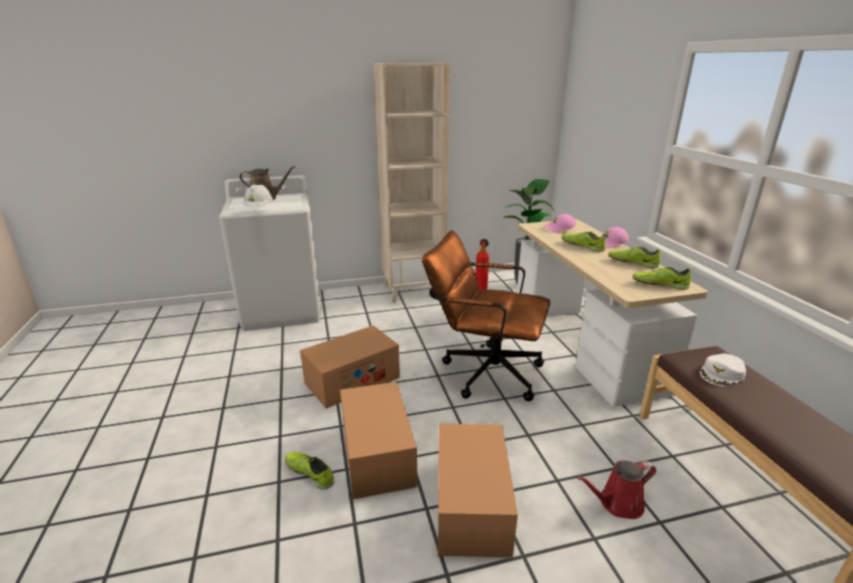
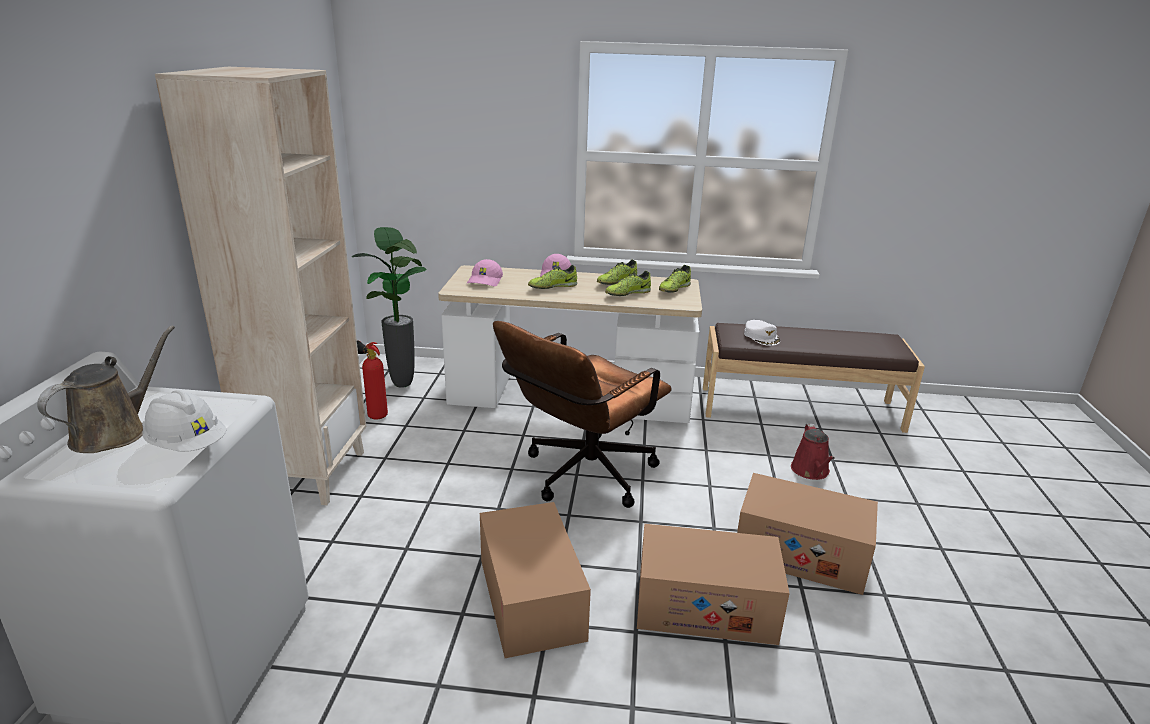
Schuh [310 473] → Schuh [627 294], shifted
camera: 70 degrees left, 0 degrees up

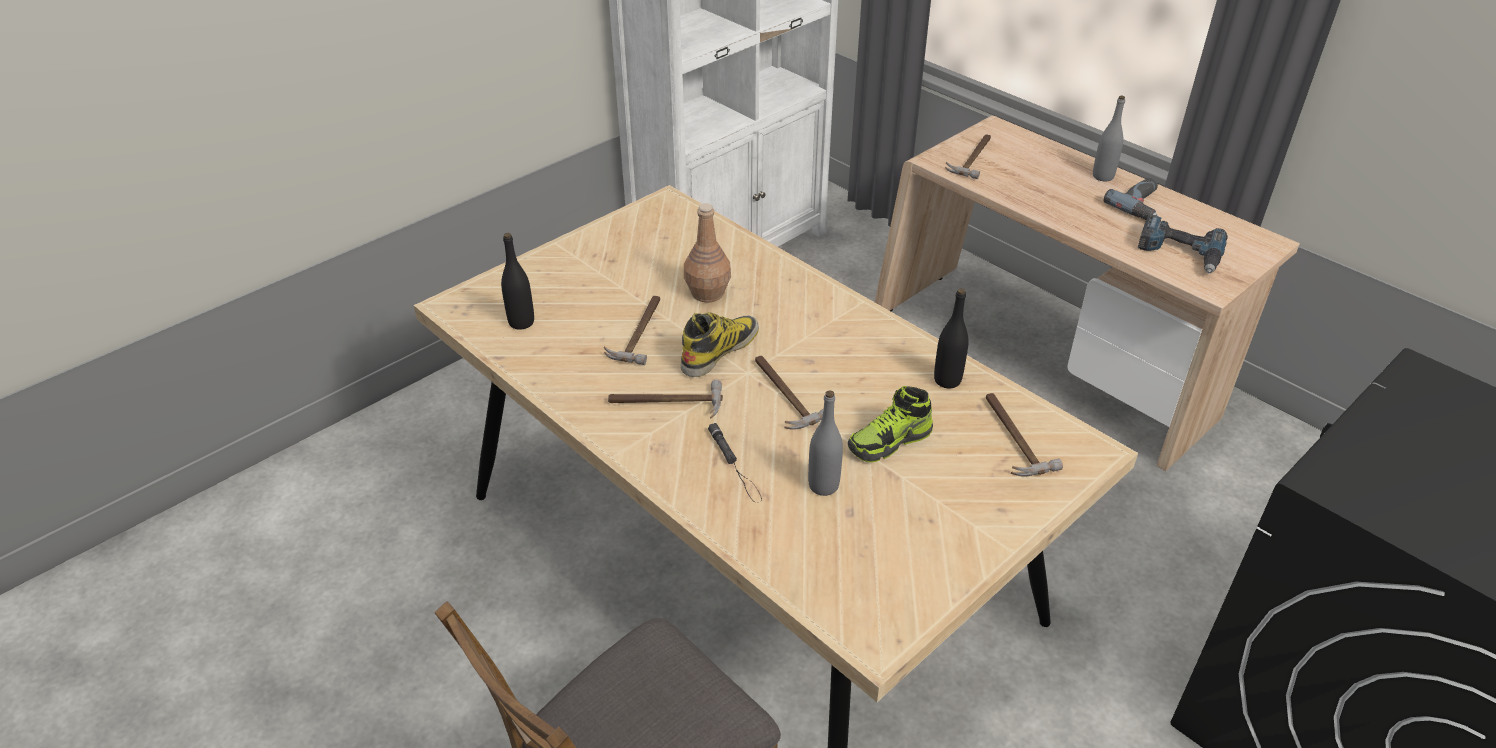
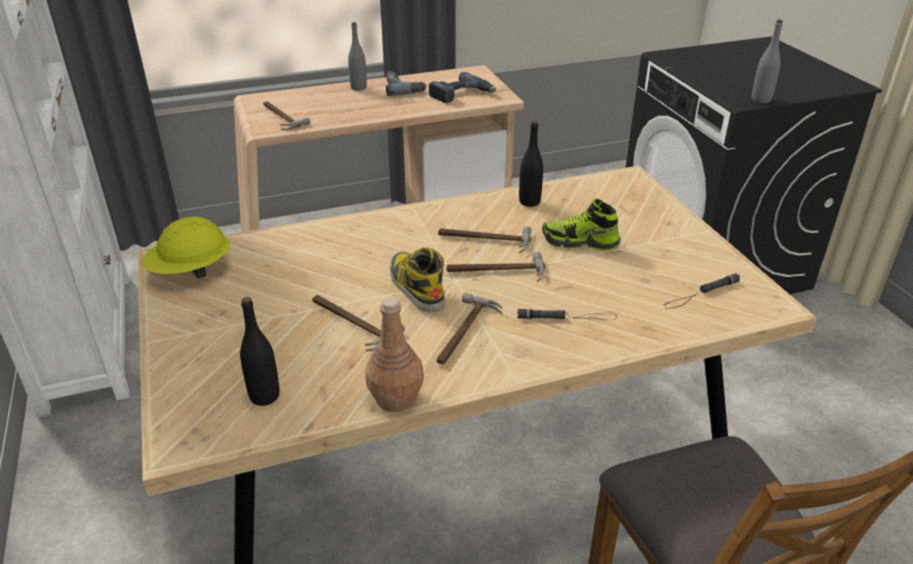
- → Schutzhelm [gelb] [191 271]
Flasche [braun] [707 293] → Flasche [braun] [396 399], shifted
Hammer [1011 437] → Hammer [484 240], shifted
Schuh [890 442] → Schuh [580 242], 105 degrees clockwise
- → Taschenlampe [schwarz] [700 294]
Flasche [grau] [823 485] → Flasche [grau] [761 99], shifted
camera: 65 degrees left, 5 degrees down

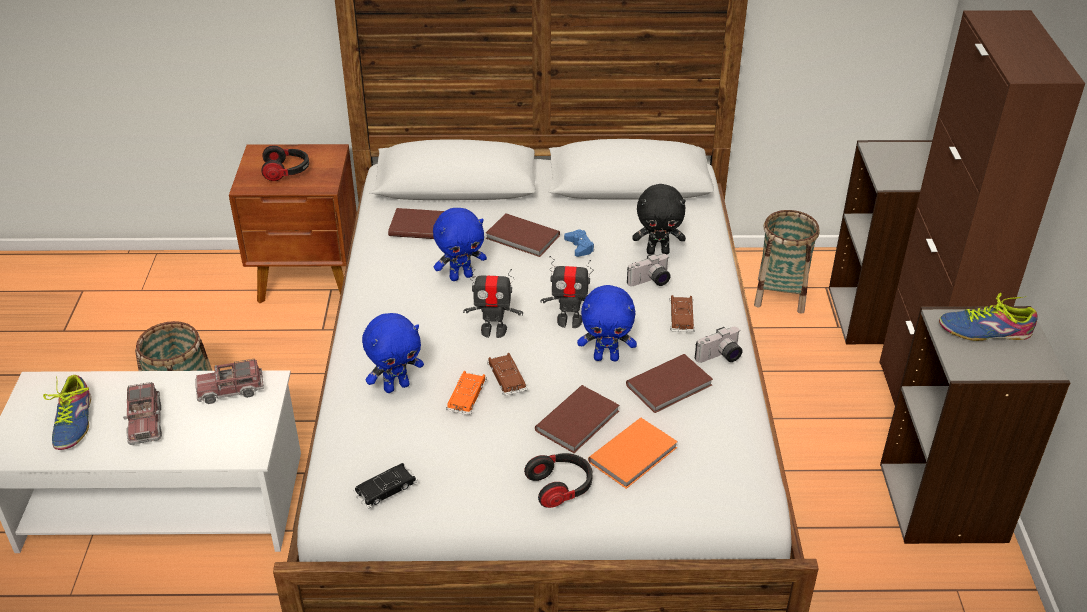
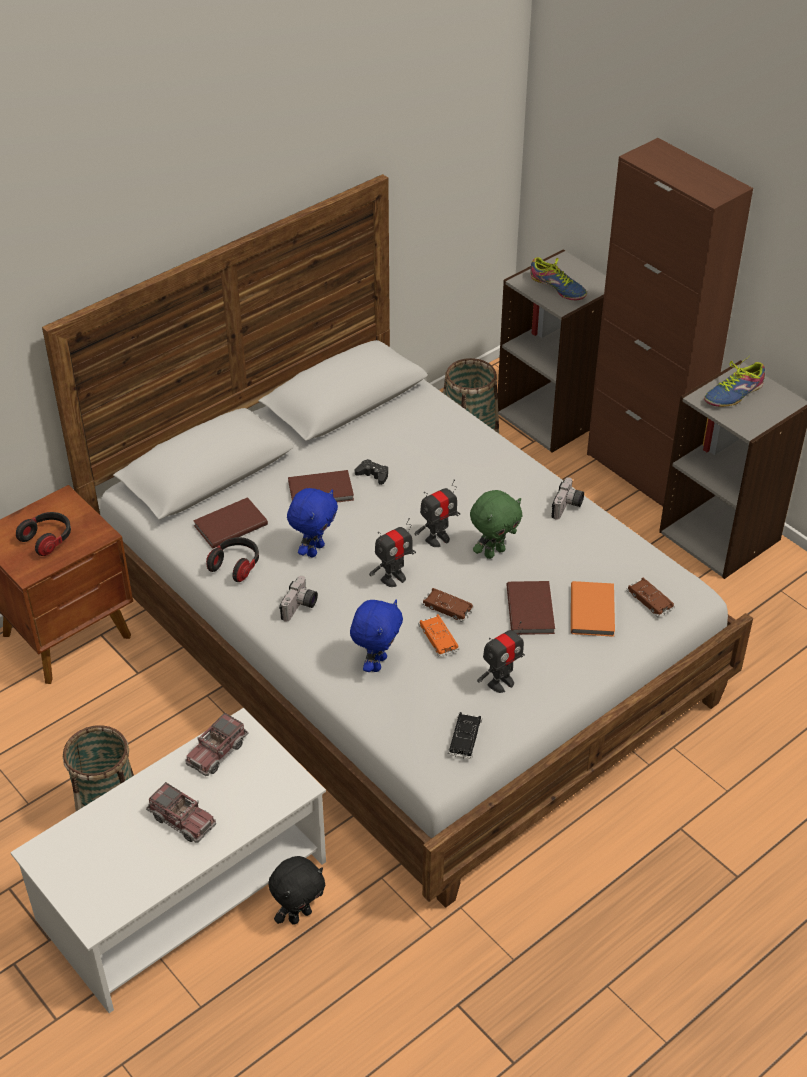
Kopfhörer [561 487] → Kopfhörer [236 565], shifted
Plüschtier [schwarz] [658 251] → Plüschtier [schwarz] [299 915], shifted
Kamera [650 282] → Kamera [300 607], shifted
Gamepad [blau] [579 247] → Gamepad [schwarz] [373 475]
Plüschtier [blau] [606 357] → Plüschtier [grün] [494 552]
- → Spielzeugroboter [501 683]
Schuh [74 422] → Schuh [558 287], shifted
Spielzeugauto [braun] [681 317] → Spielzeugauto [braun] [650 600], shifted
Buch [braun] [671 386] → -
camera: 40 degrees left, 5 degrees up

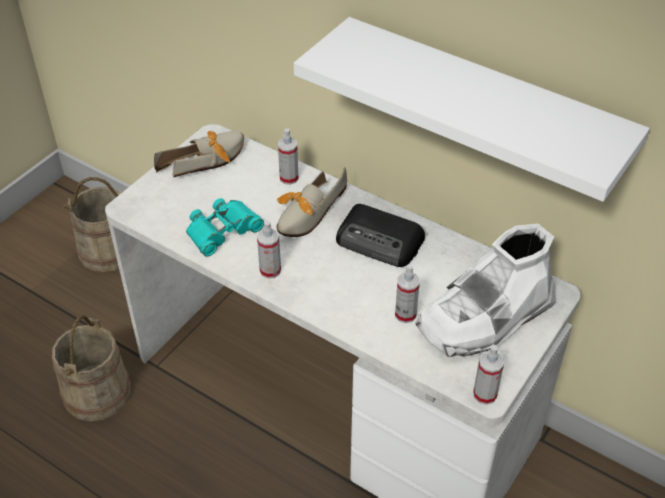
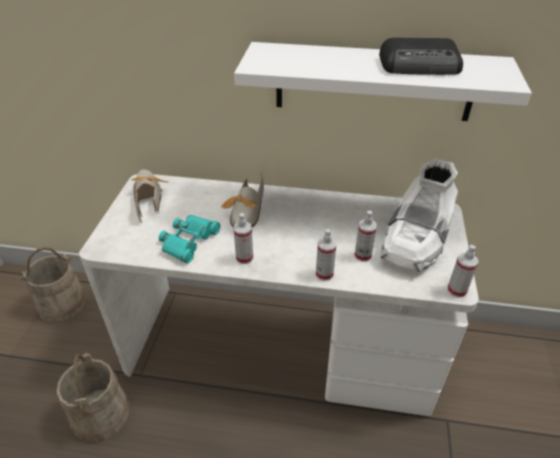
Schuh [208 160] → Schuh [148 197], 45 degrees counterclockwise
Sprühflasche [289 178] → Sprühflasche [324 274], shifted
Radio [380 241] → Radio [421 65], shifted
camera: 25 degrees left, 5 degrees down

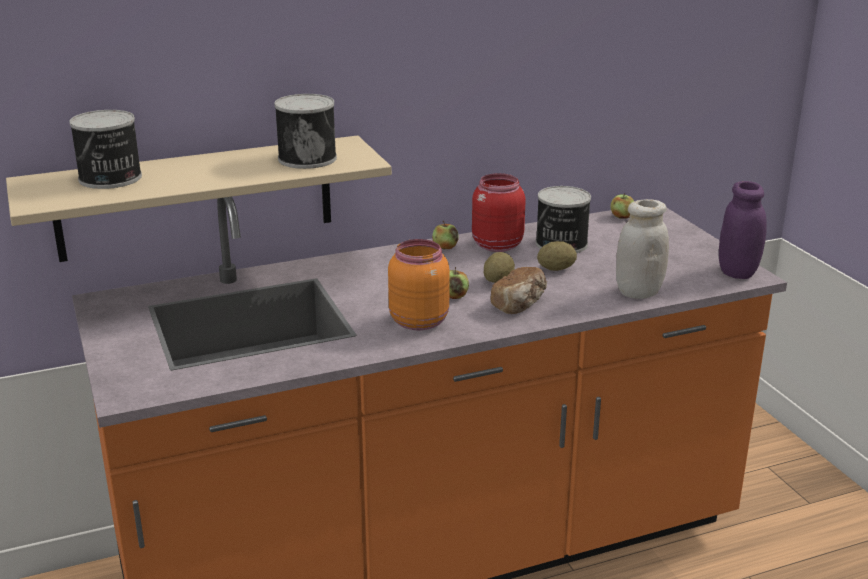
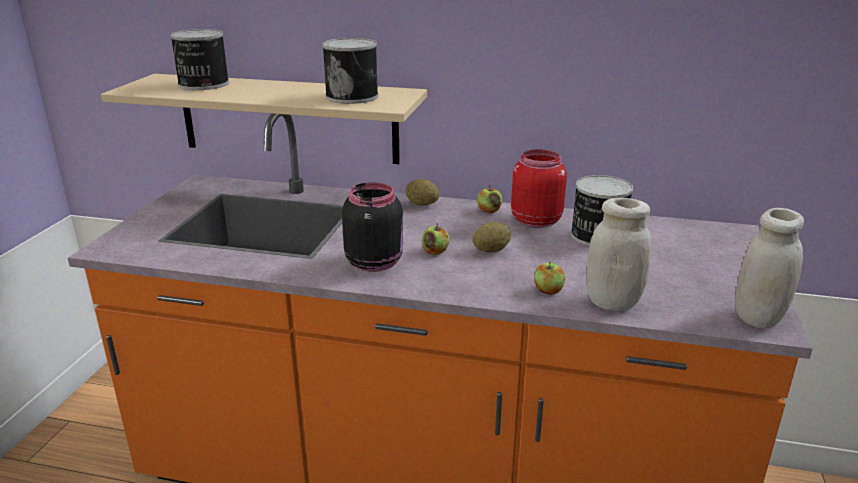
Vorratsglas [orange] [418 320] → Vorratsglas [schwarz] [375 262]
Kartoffel [556 269] → Kartoffel [422 204], shifted
Apfel [621 217] → Apfel [548 290], shifted
Vorratsglas [lila] [737 272] → Vorratsglas [weiß] [758 317]
Brot [520 304] → -
camera: 35 degrees right, 0 degrees up

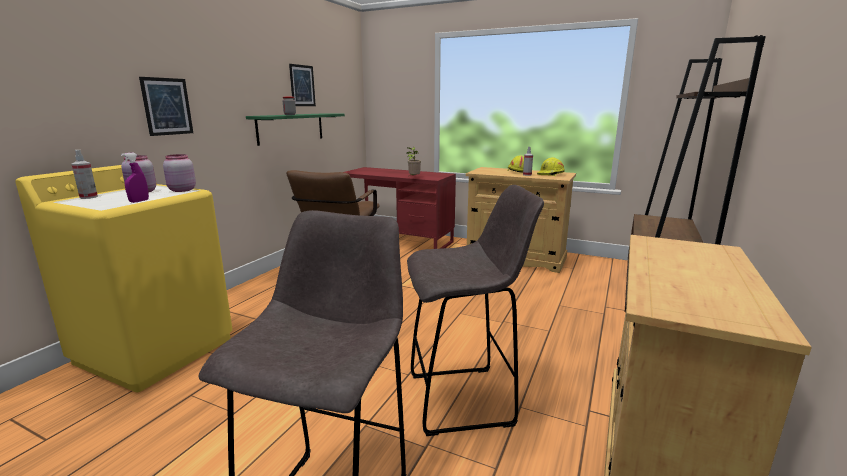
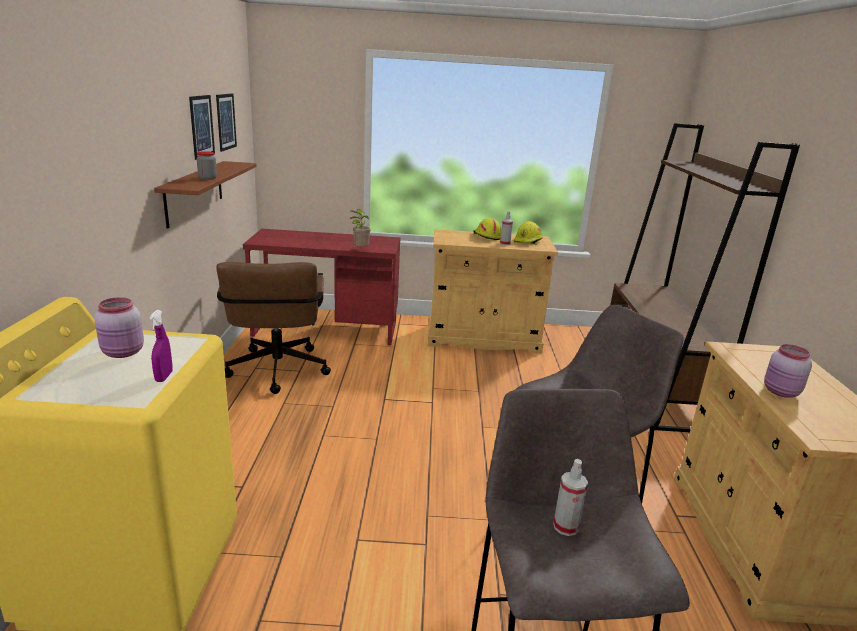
Wandregal [grün] [291 128] → Wandregal [braun] [194 192]
Bild [167 106] → Bild [226 122], shifted
Sprühflasche [88 197] → Sprühflasche [565 527], shifted
Vorratsglas [rosa] [181 190] → Vorratsglas [rosa] [781 392], shifted
camera: 25 degrees left, 5 degrees up

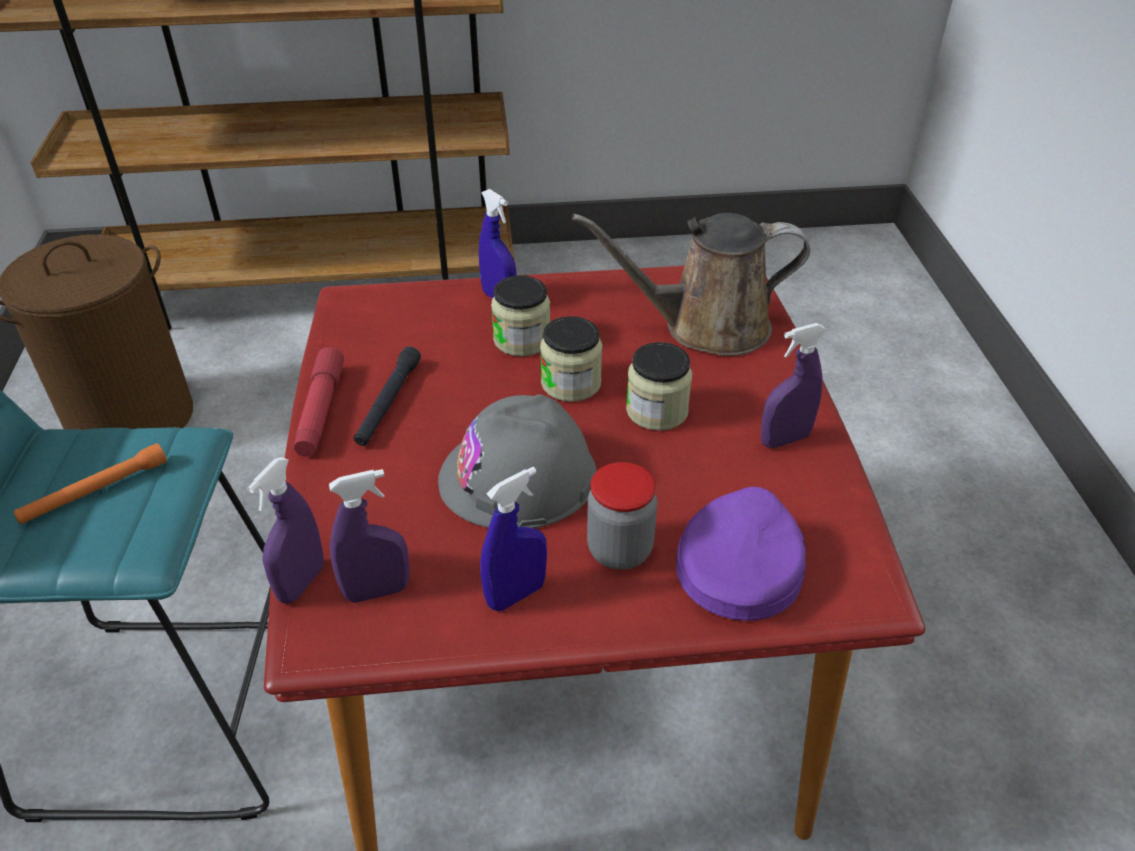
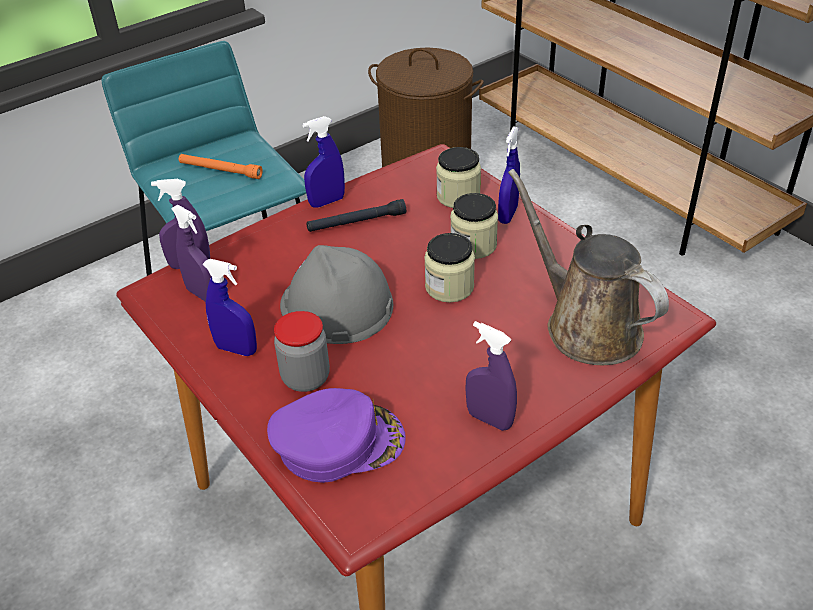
Taschenlampe [rot] [320 411] → Sprühflasche [blau] [327 202]
Vorratsglas [657 411] → Vorratsglas [458 196], shifted
camera: 60 degrees right, 0 degrees up

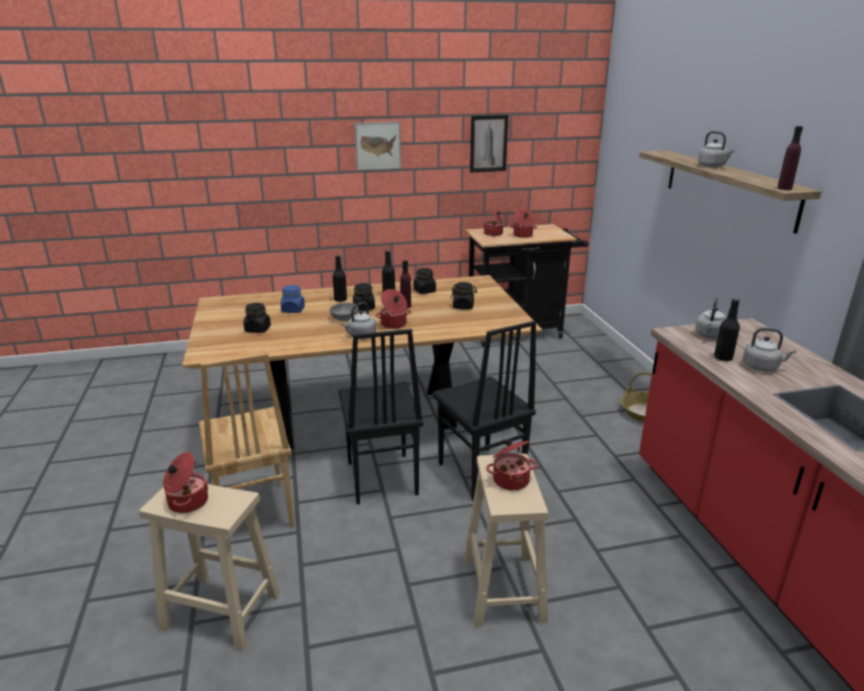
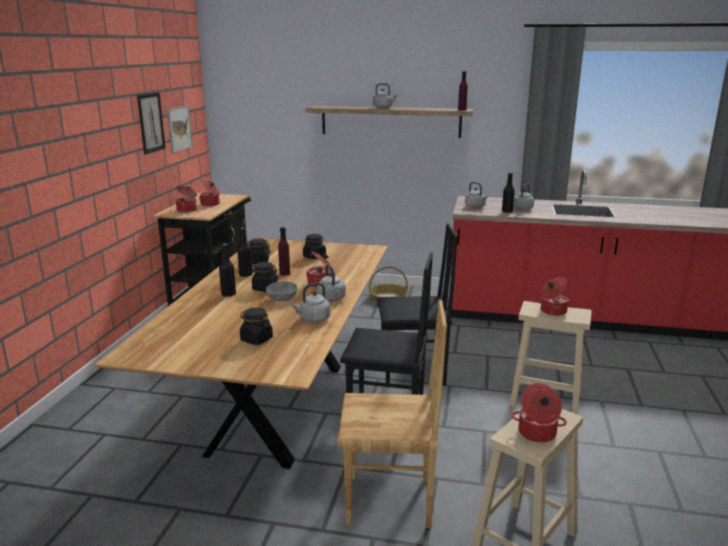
Bild [378 146] → Bild [179 129], shifted
- → Wasserkessel [grau] [313 319]
Vorratsglas [blau] [293 310] → -
camera: 65 degrees left, 5 degrees down

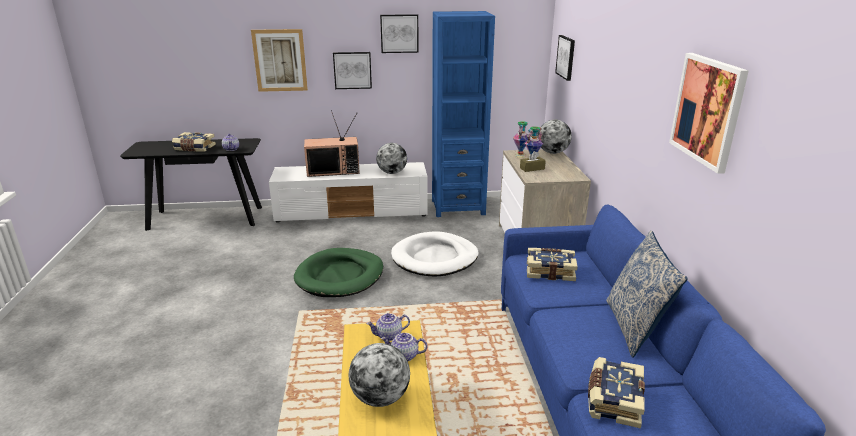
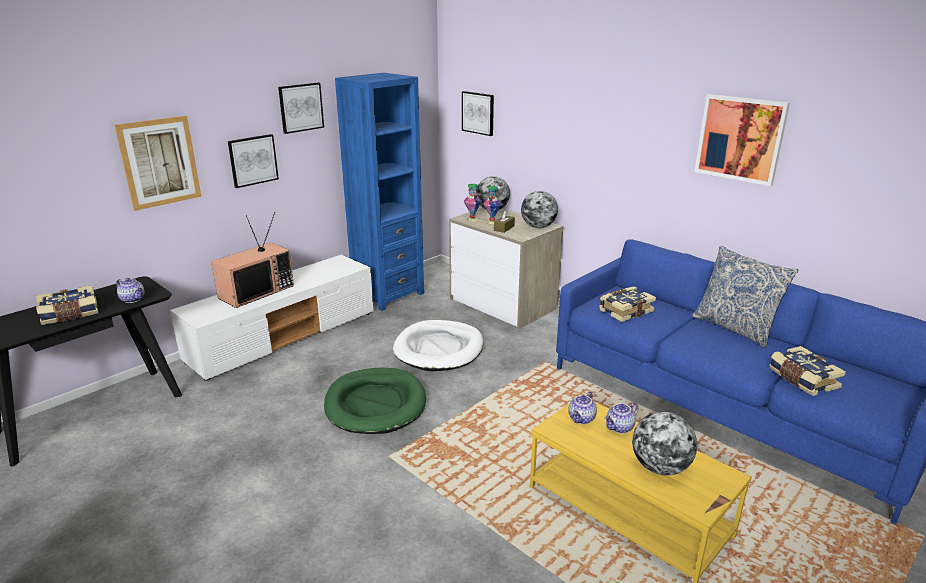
Globus [392 173] → Globus [538 227], shifted
camera: 40 degrees left, 0 degrees up

